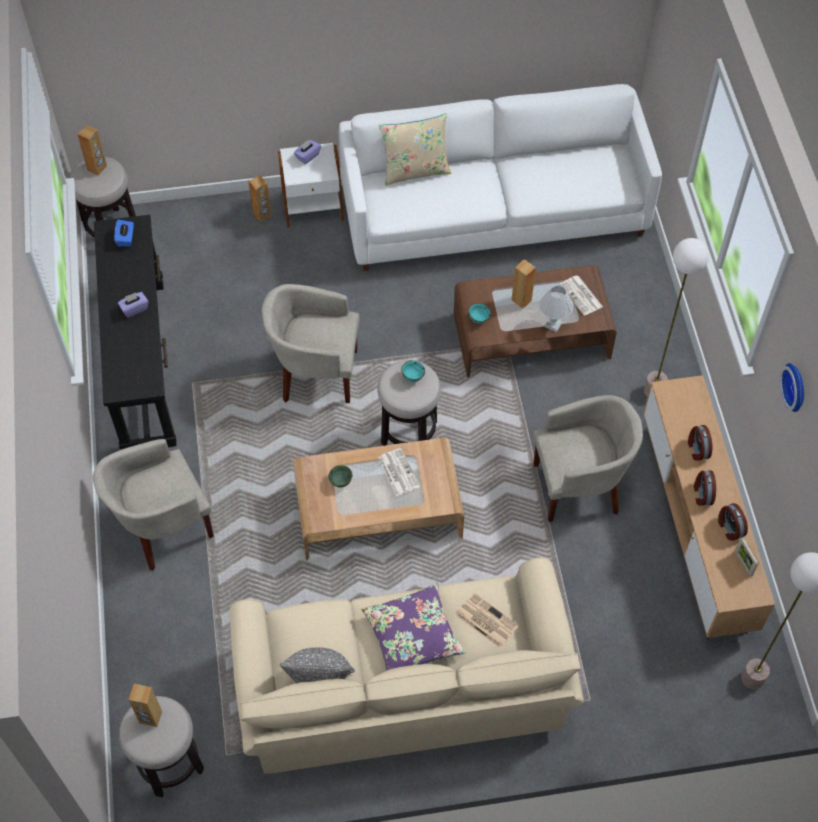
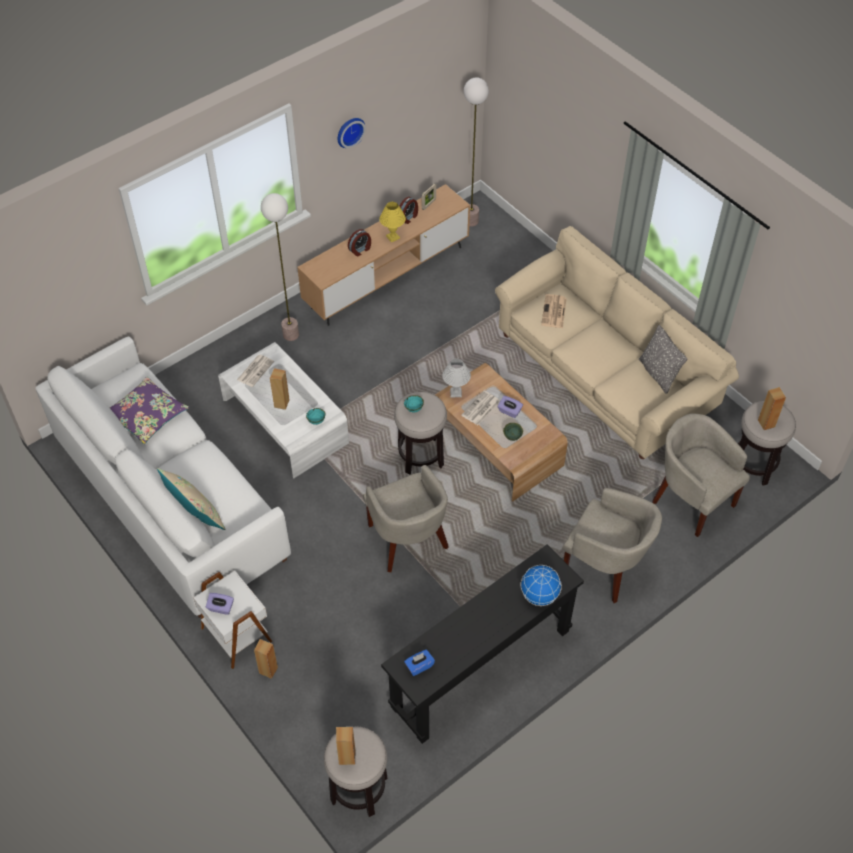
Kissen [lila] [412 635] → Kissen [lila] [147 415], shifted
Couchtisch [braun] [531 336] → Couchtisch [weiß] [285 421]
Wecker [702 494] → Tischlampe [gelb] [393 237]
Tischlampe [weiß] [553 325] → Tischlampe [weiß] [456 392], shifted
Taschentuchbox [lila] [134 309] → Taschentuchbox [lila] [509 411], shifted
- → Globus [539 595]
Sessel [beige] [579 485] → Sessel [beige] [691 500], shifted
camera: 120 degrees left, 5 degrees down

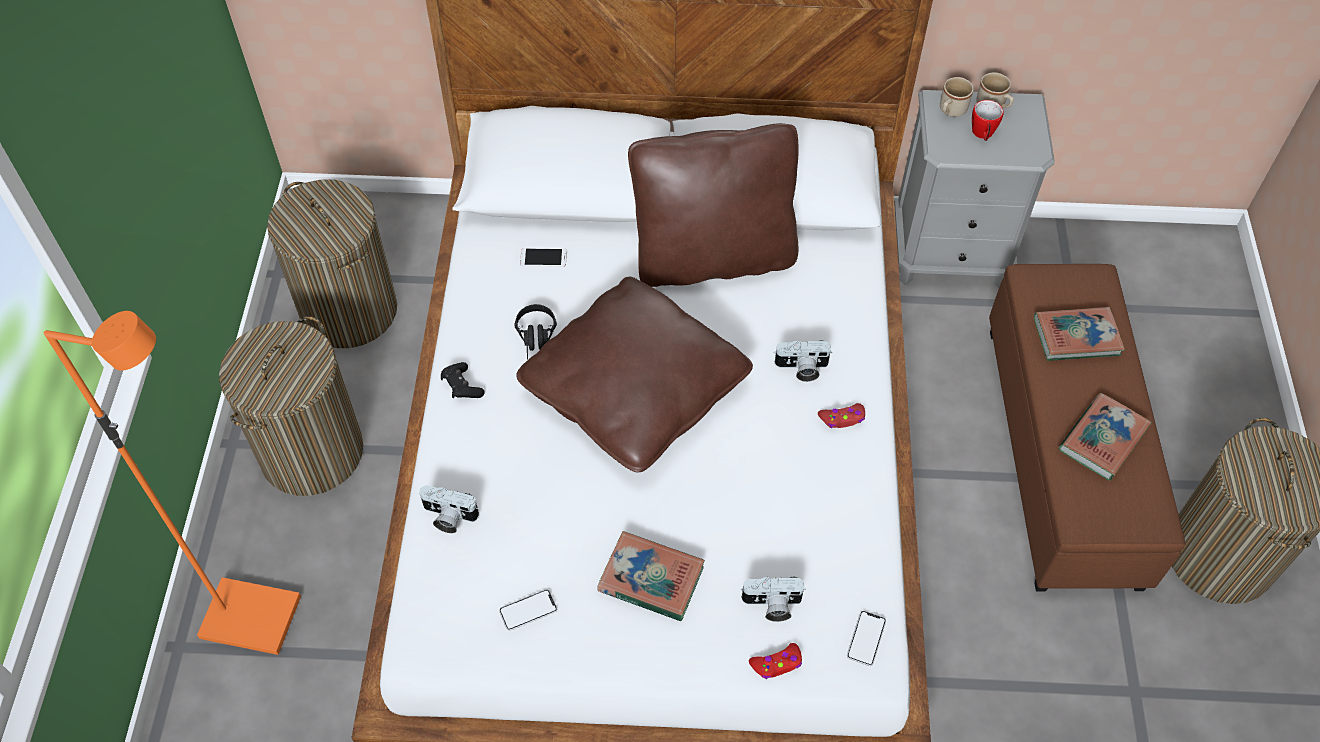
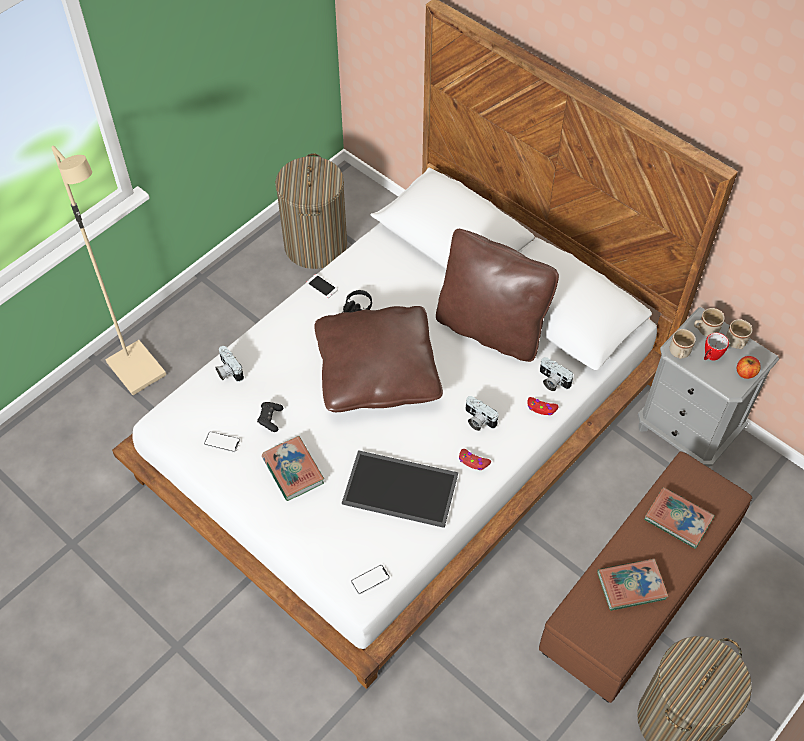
Stehlampe [orange] [253 616] → Stehlampe [beige] [138 369]
Gamepad [schwarz] [462 387] → Gamepad [schwarz] [270 419], shifted
Handy [543 258] → Handy [322 286], shifted
- → Tablett [402 487]
Gamepad [rot] [777 664] → Gamepad [rot] [541 408], shifted
Kamera [772 605] → Kamera [552 381], shifted
- → Henkelbecher [beige] [679 353]
- → Apfel [745 372]
Wäschekorb [312 451] → -
camera: 40 degrees right, 0 degrees up

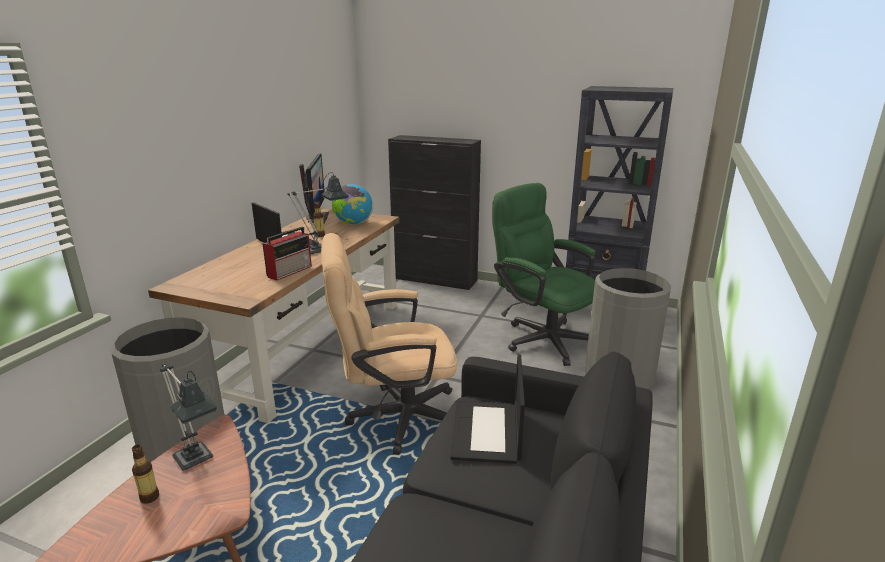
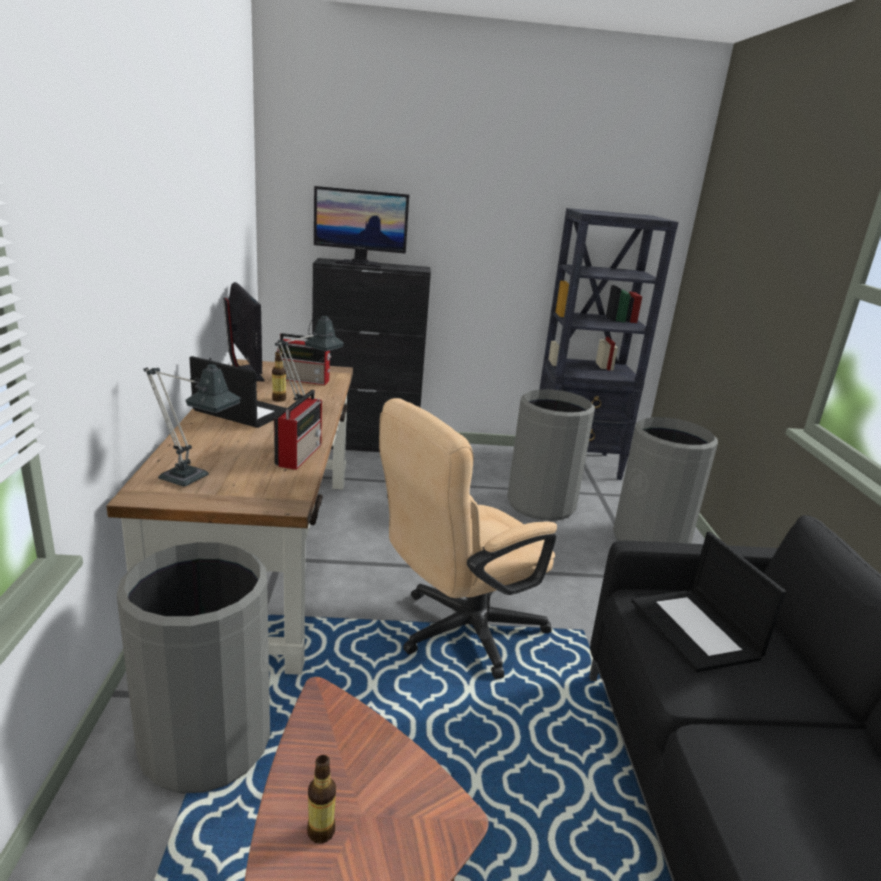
Tischlampe [196 462] → Tischlampe [192 480], shifted
Globus [353 224] → Radio [305 380]
- → Monitor [359 263]
Bürostuhl [grün] [542 337] → Mülleimer [grau] [541 504]
camera: 25 degrees left, 0 degrees up

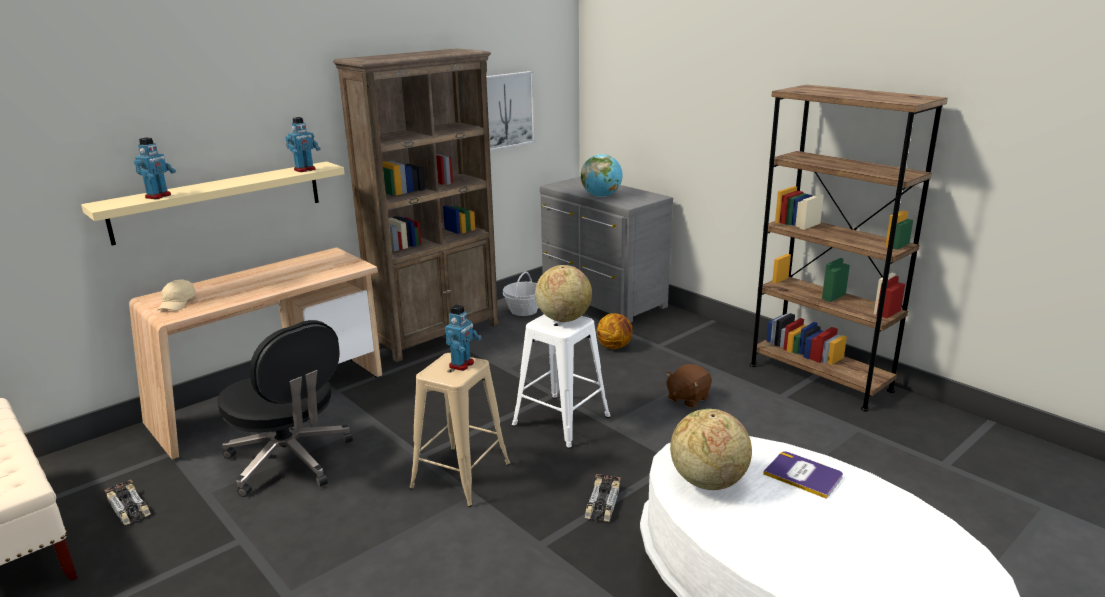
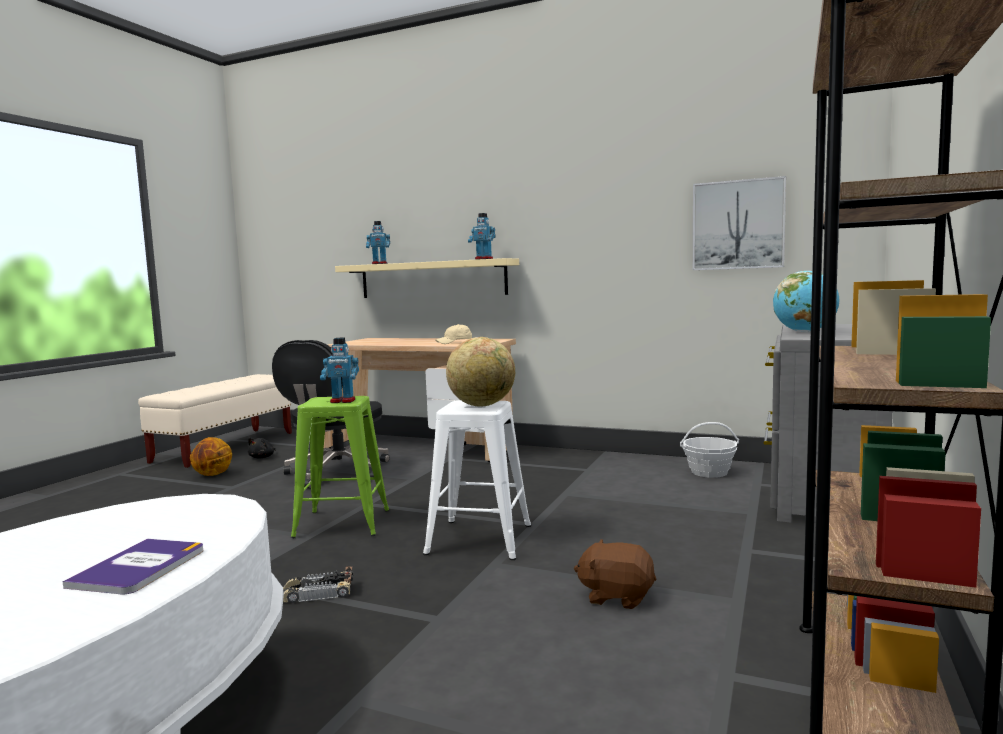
Basketball [615 346] → Basketball [213 475], shifted
Spielzeugauto [129 508] → Plüschtier [schwarz] [262 457]
Hocker [beige] [460 476] → Hocker [grün] [341 523]
Kappe [beige] [178 303] → Kappe [beige] [454 342], shifted
Bücherregal [braun] [437 335] → -
Globus [707 481] → -
camera: 65 degrees right, 15 degrees down

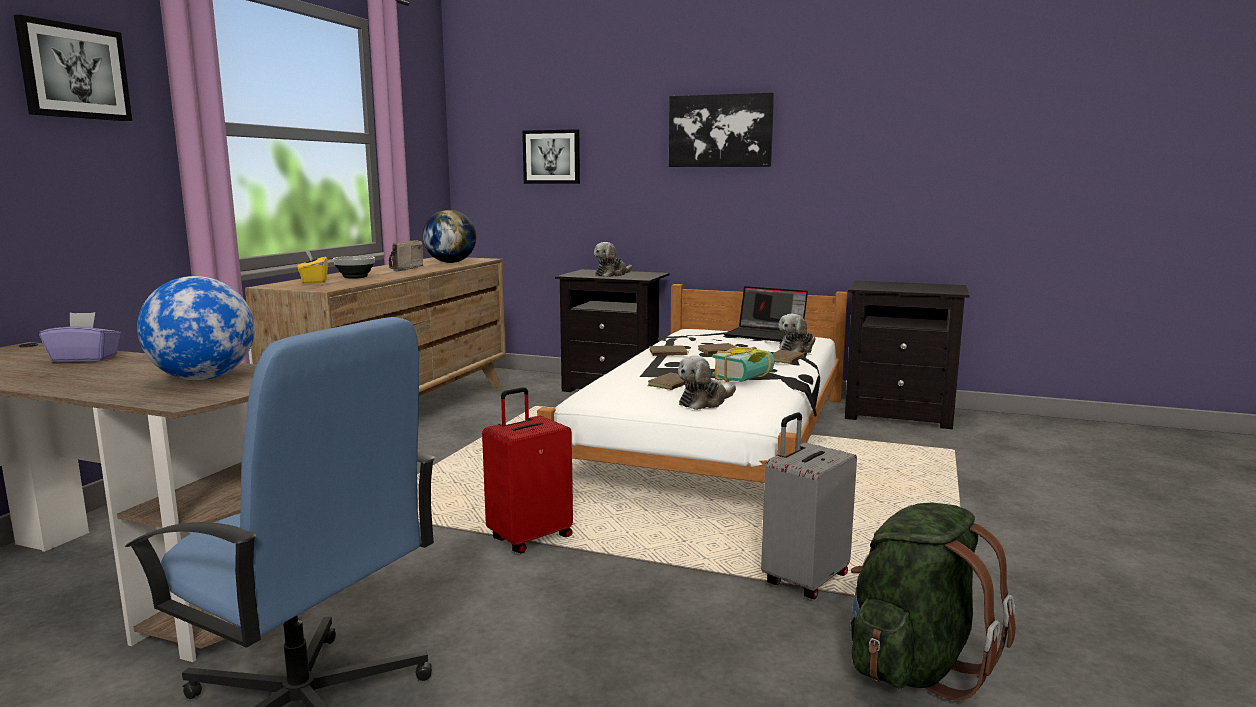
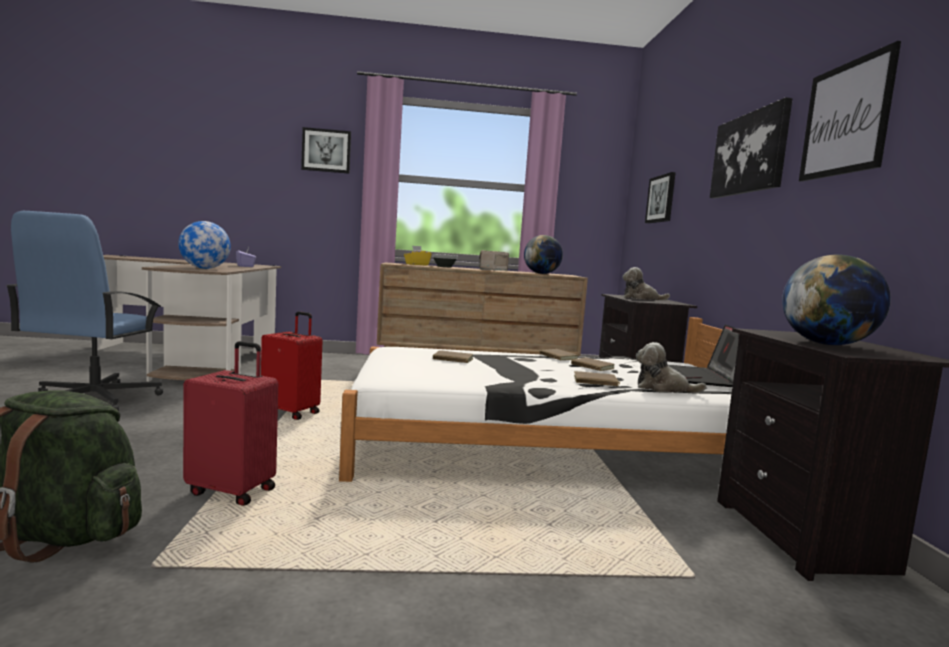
Koffer [grau] [803 580] → Koffer [rot] [233 491]
- → Globus [827 344]
- → Bild [845 119]
Plüschtier [704 402] → -
Buch [748 379] → -
camera: 65 degrees right, 5 degrees down

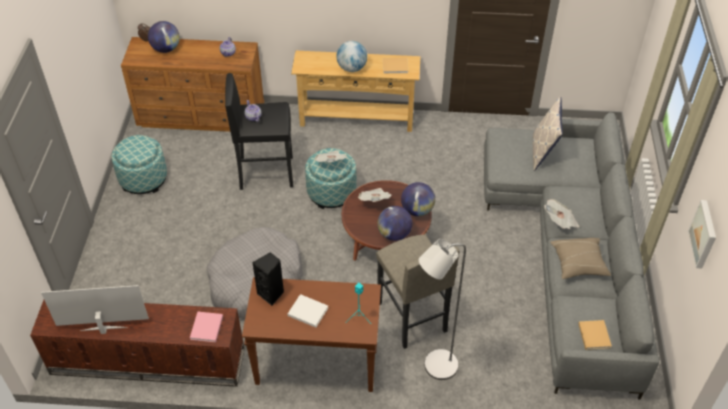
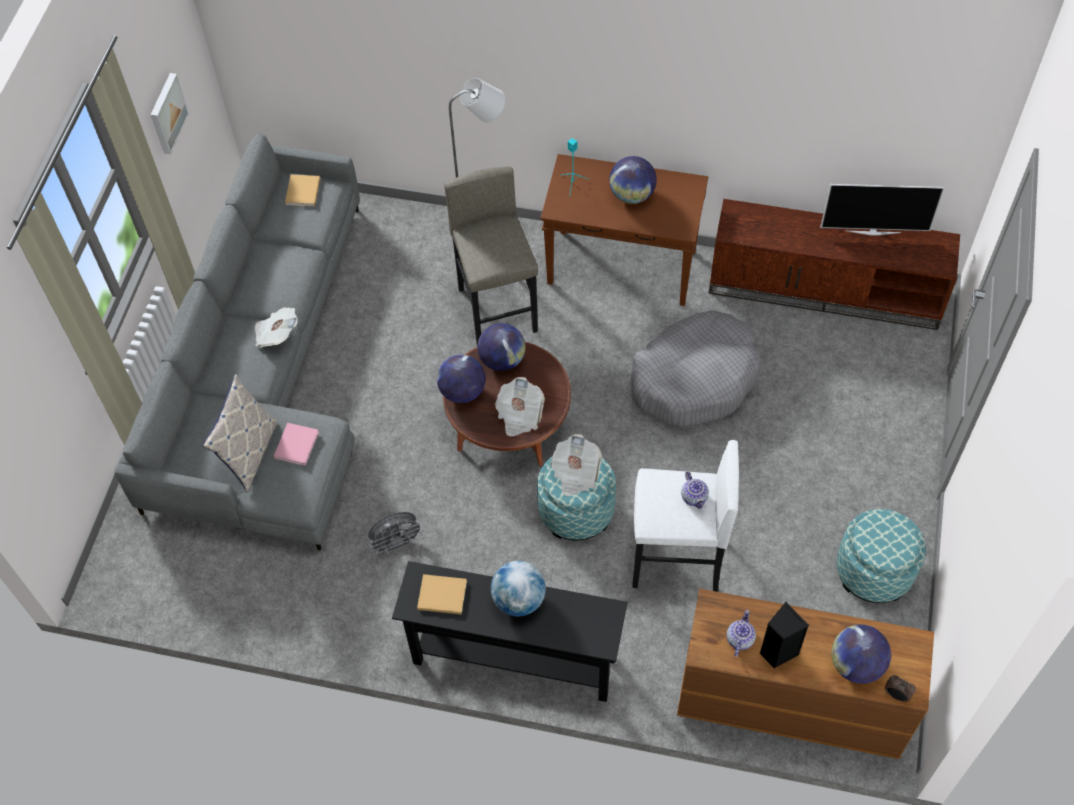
Buch [rosa] [206 328] → Buch [rosa] [297 444], shifted
- → Ventilator [grau] [397 544]
Konsolentisch [beige] [356 119] → Konsolentisch [schwarz] [514 660]
Buch [weiß] [307 311] → Globus [632 195]
Hocker [schwarz] [266 172] → Hocker [weiß] [676 560]
Lautsprecher [schwarz] [271 294] → Lautsprecher [schwarz] [777 651], shifted
Kissen [beige] [578 264] → -
camera: 170 degrees left, 10 degrees up

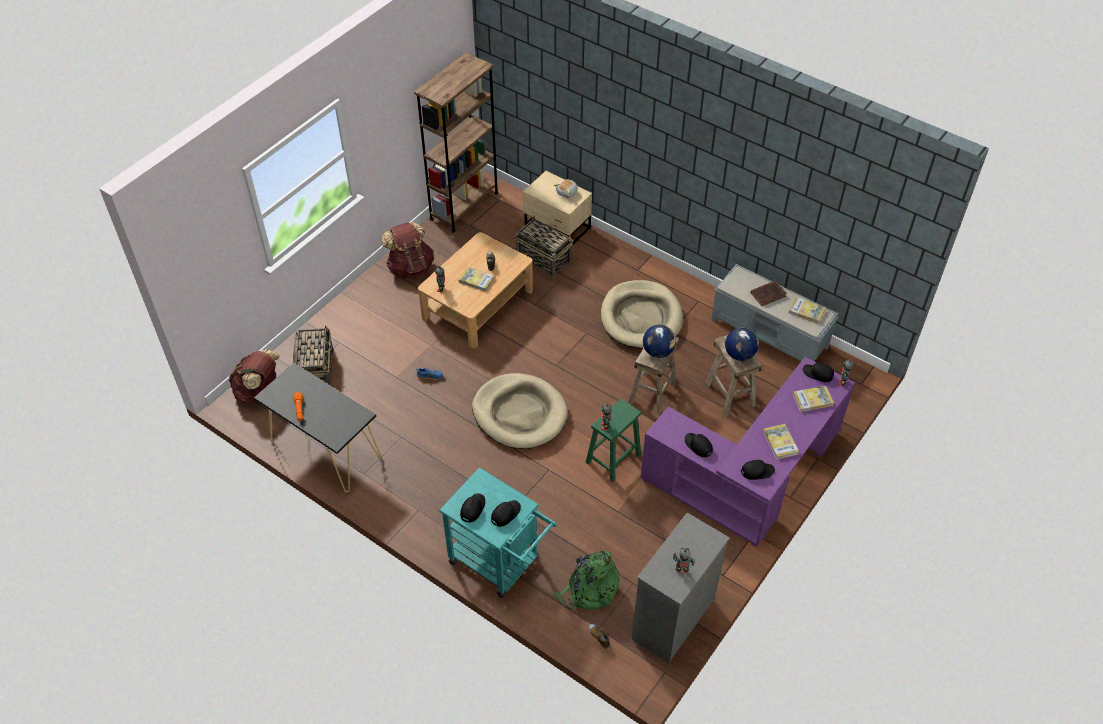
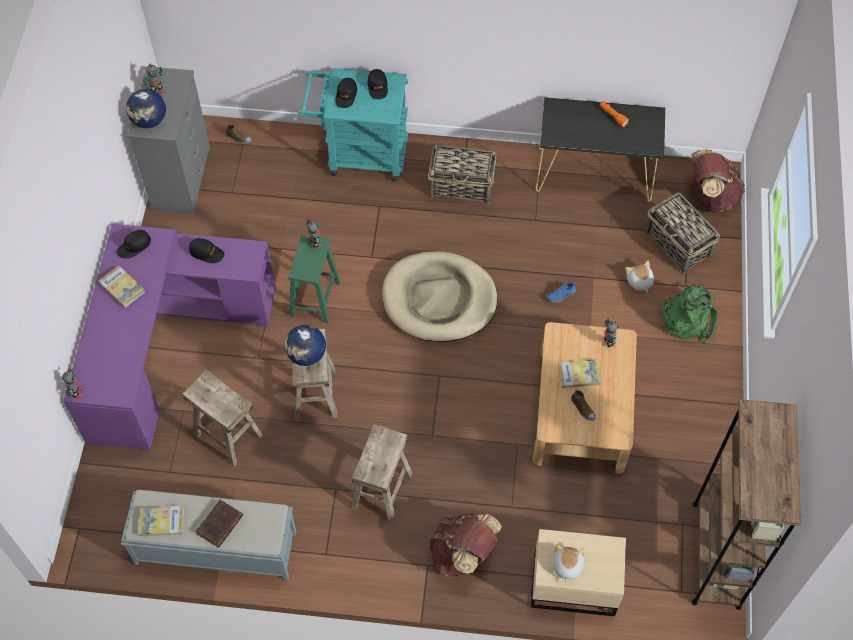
Globus [739 354] → Globus [149 121], shifted
Hundebett [beige] [641 317] → Hocker [beige] [382 491]
Korb [543 258] → Korb [462 186], shifted
Rucksack [braun] [410 268] → Rucksack [braun] [462 554], shifted
- → Plüschtier [639 281]
Rucksack [grün] [589 590] → Rucksack [grün] [688 317], shifted
Buch [812 400] → -
Kappe [schwarz] [818 374] → -
camera: 150 degrees right, 10 degrees up

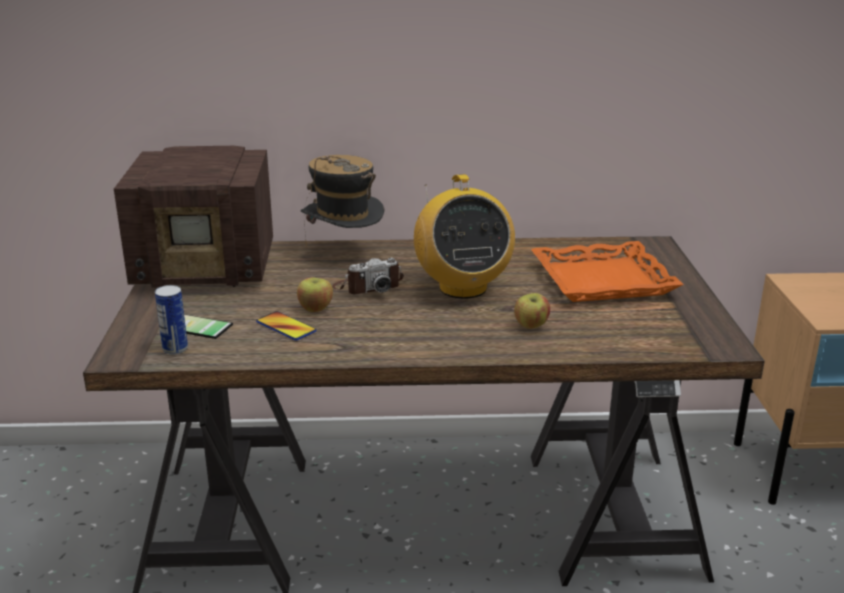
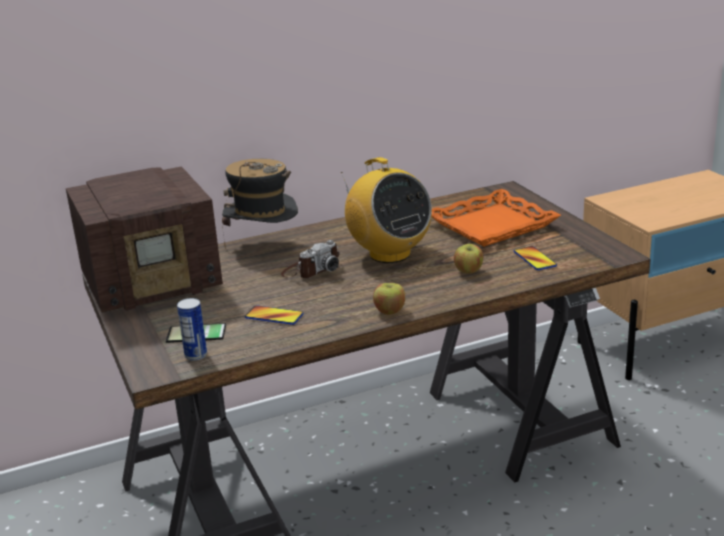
Apfel [315 309] → Apfel [389 311], shifted
- → Handy [534 259]
camera: 20 degrees left, 0 degrees up

